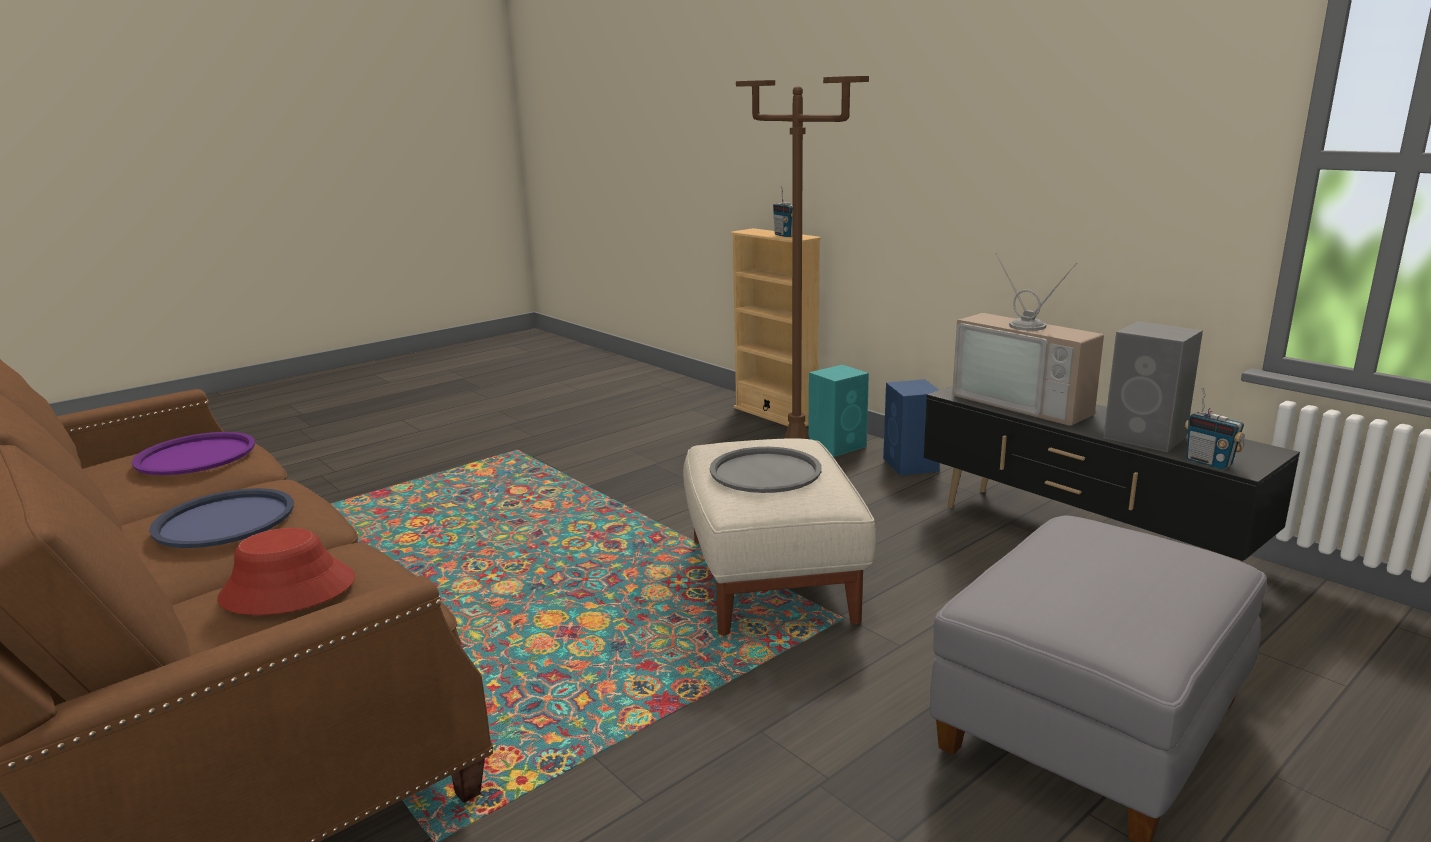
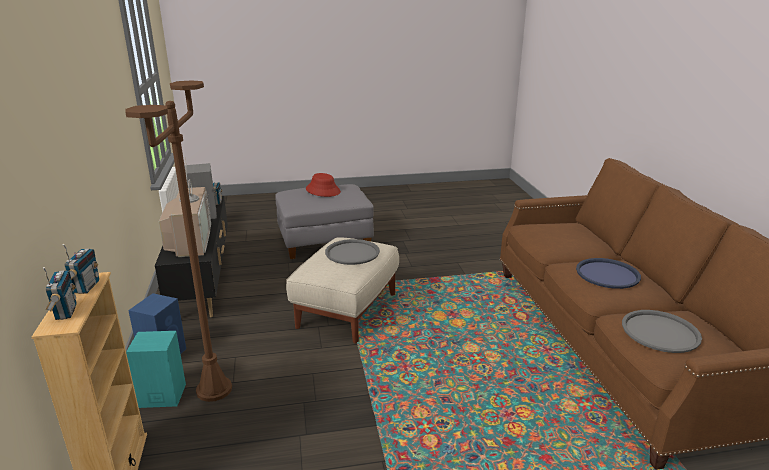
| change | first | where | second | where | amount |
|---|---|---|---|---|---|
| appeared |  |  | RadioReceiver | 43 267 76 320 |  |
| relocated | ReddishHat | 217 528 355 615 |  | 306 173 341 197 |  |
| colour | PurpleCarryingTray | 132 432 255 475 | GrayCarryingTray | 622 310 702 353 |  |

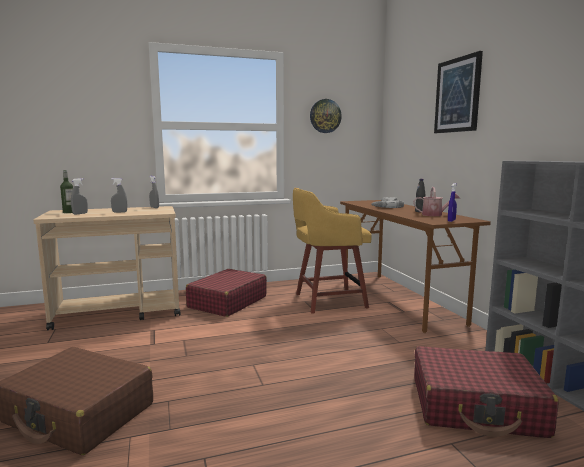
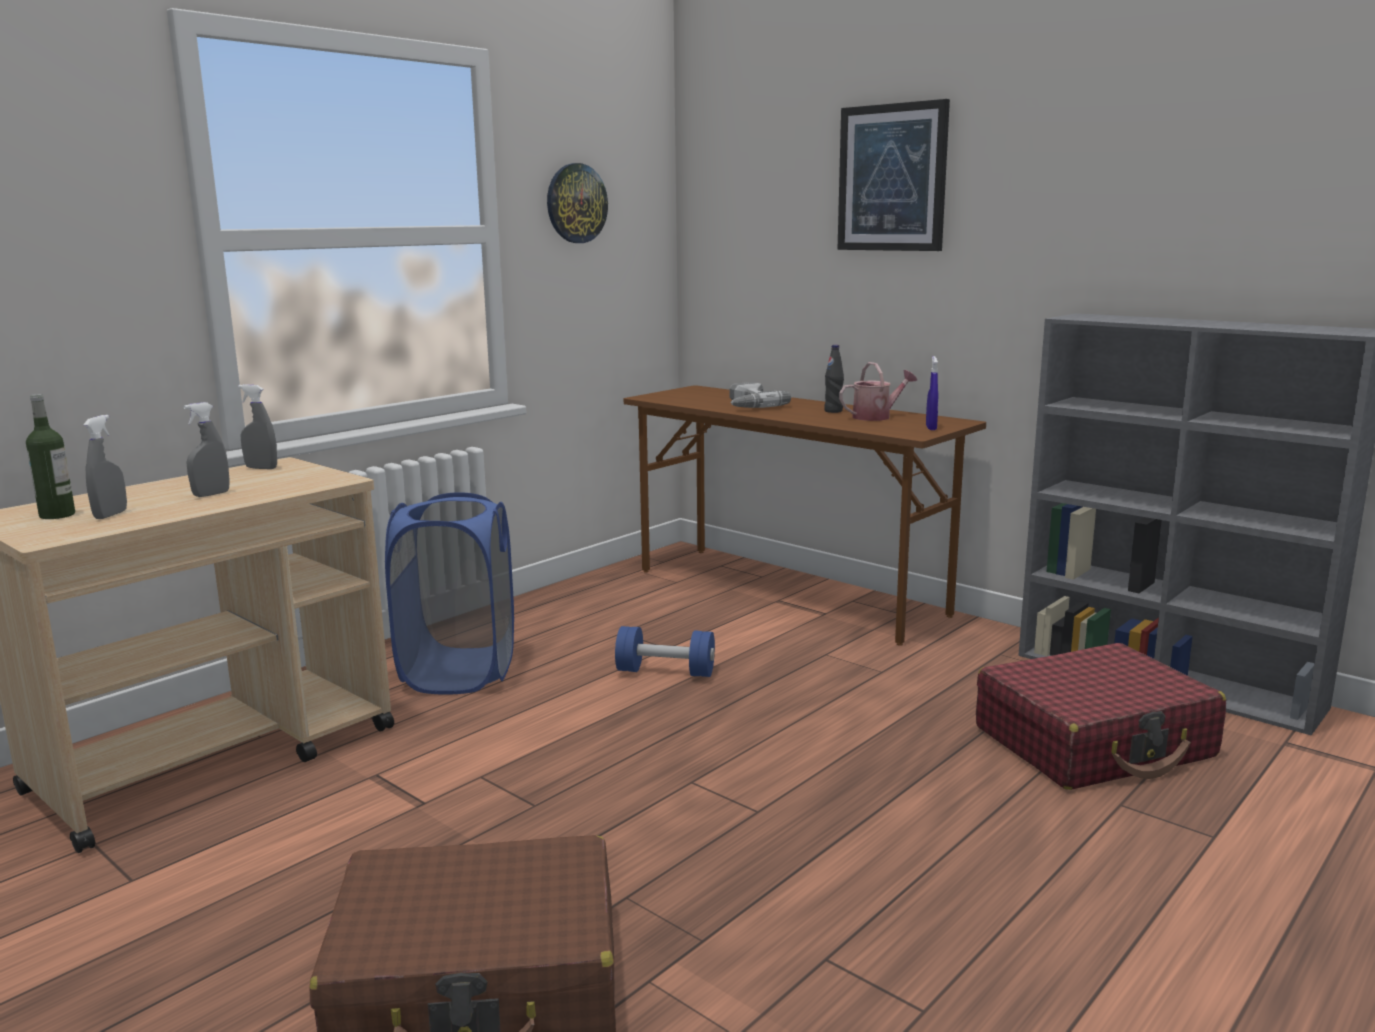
| change | first | where | second | where | amount |
|---|---|---|---|---|---|
| exchanged | ReddishPieceOfLuggage | 186 269 267 317 | BlueHamper | 385 492 514 695 |  |
| appeared |  |  | BlueDumbbell | 615 626 715 677 |  |
| missing | YellowStool | 293 188 372 314 |  |  |  |

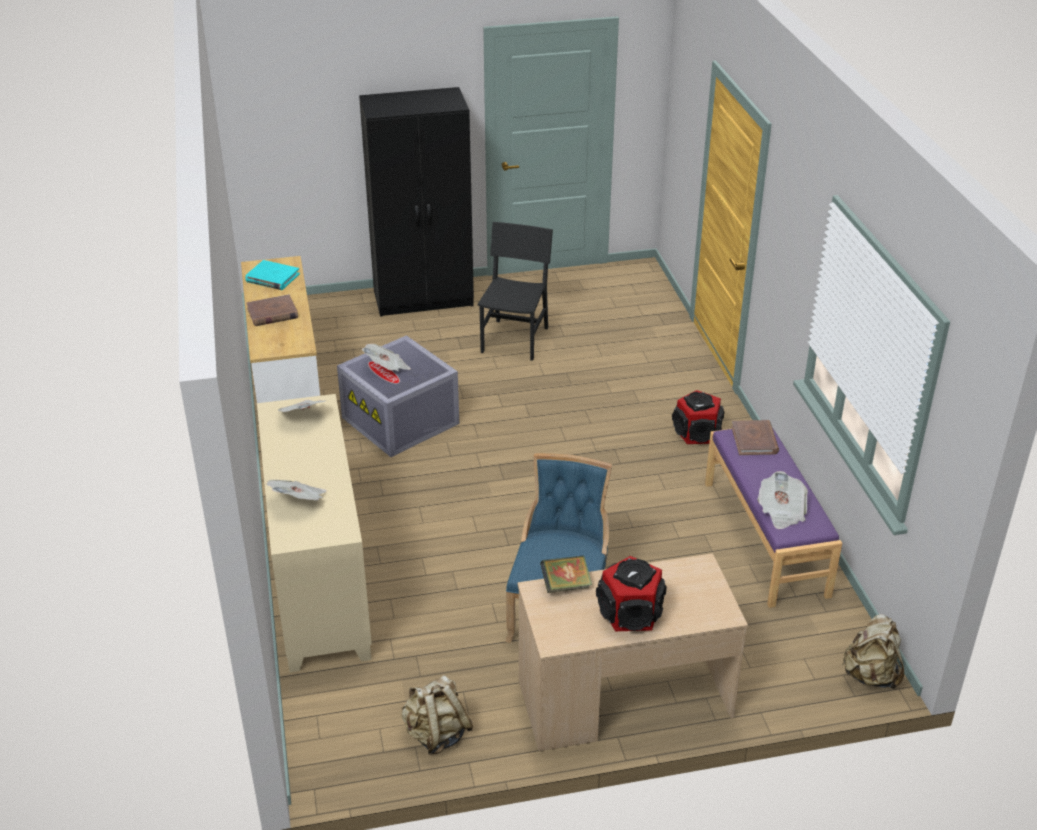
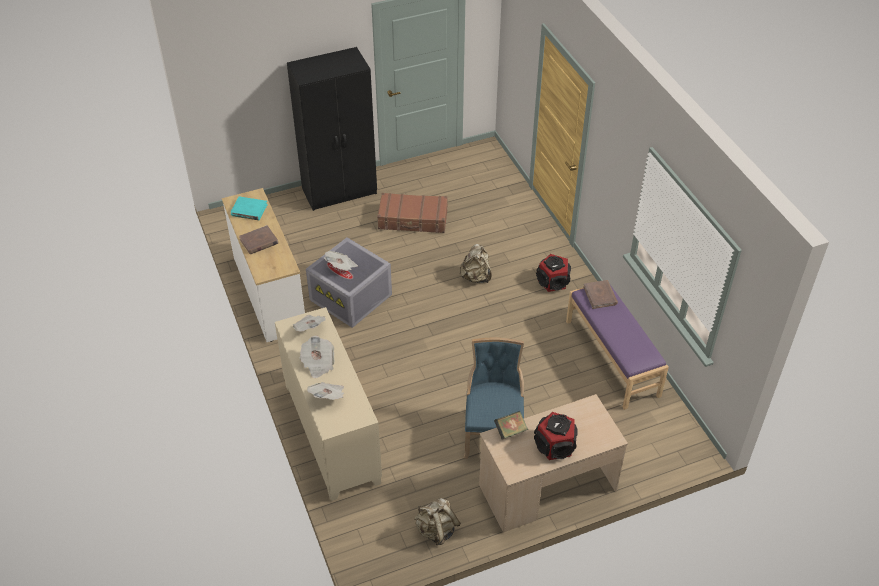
| change | first | where | second | where | amount |
|---|---|---|---|---|---|
| relocated | PrintedPaper | 757 471 808 529 |  | 300 336 335 378 |  |
| exchanged | BlackishUprightChair | 478 222 553 361 | BrownishPieceOfLuggage | 377 193 448 233 |  |
| relocated | BeigeColouredRucksack | 841 614 904 689 |  | 460 244 492 283 |  |

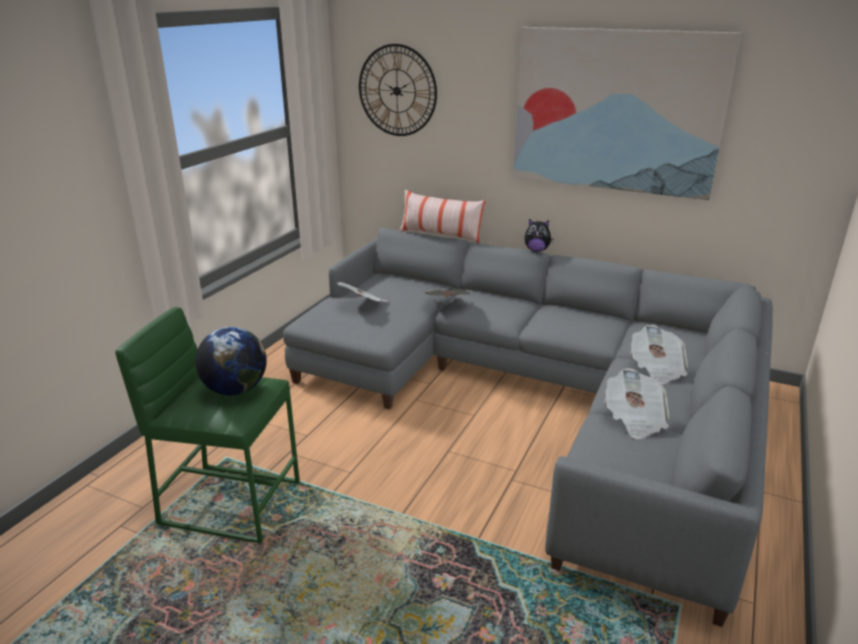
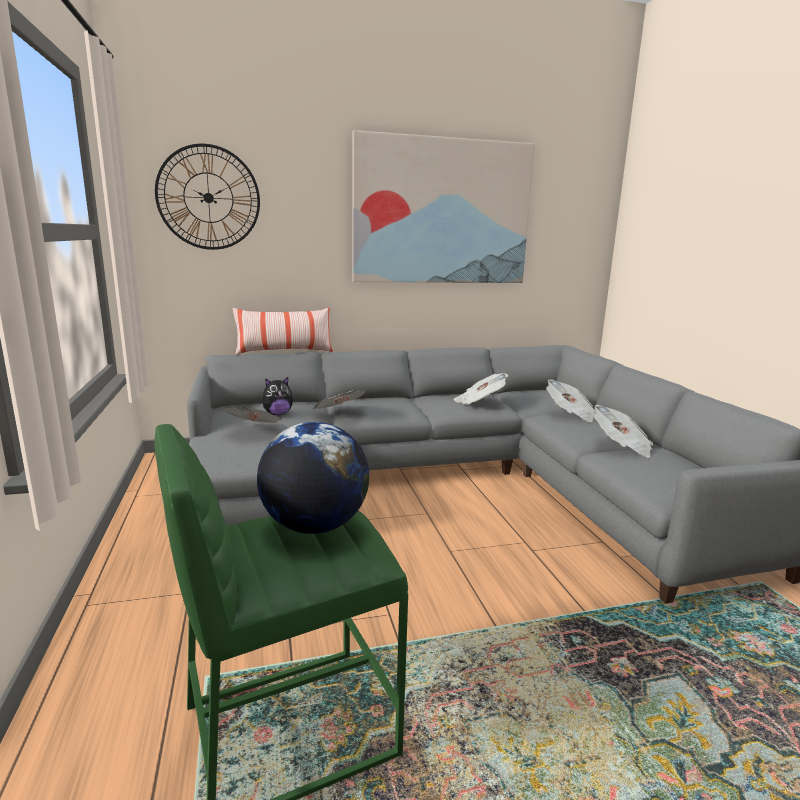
| change | first | where | second | where | amount |
|---|---|---|---|---|---|
| relocated | CuddlyToy | 524 219 554 252 |  | 262 377 293 415 |  |
| appeared |  |  | PrintedPaper | 454 373 508 405 |  |

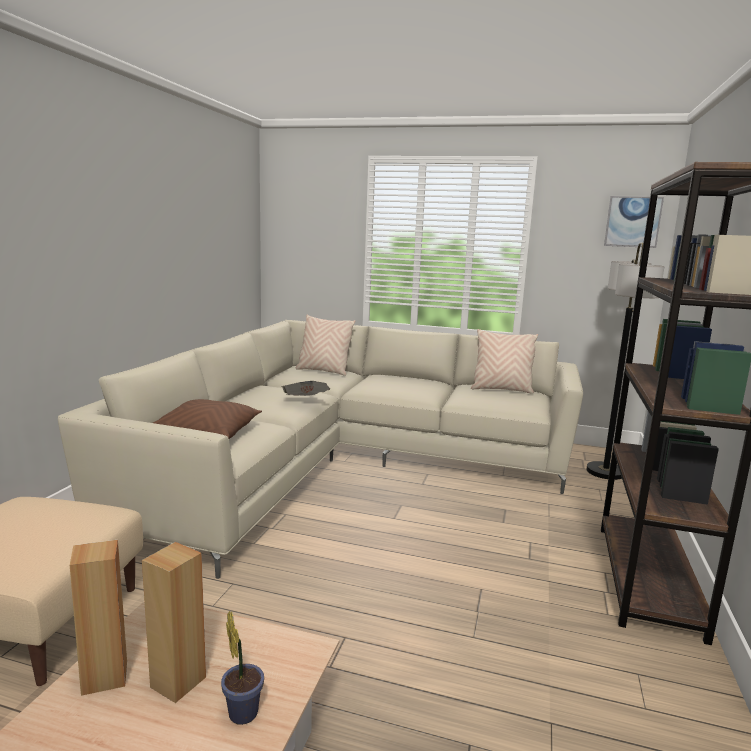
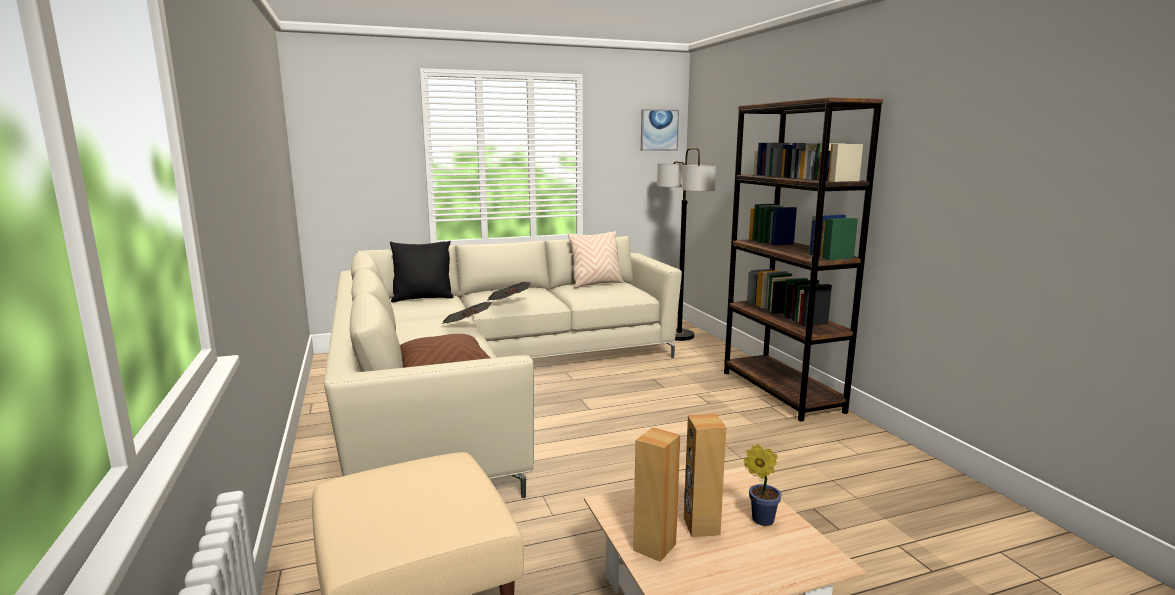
| change | first | where | second | where | amount |
|---|---|---|---|---|---|
| colour | BeigeColouredPillow | 296 315 355 376 | BlackishPillow | 390 241 454 302 |  |
| appeared |  |  | PrintedPaper | 488 282 531 301 |  |

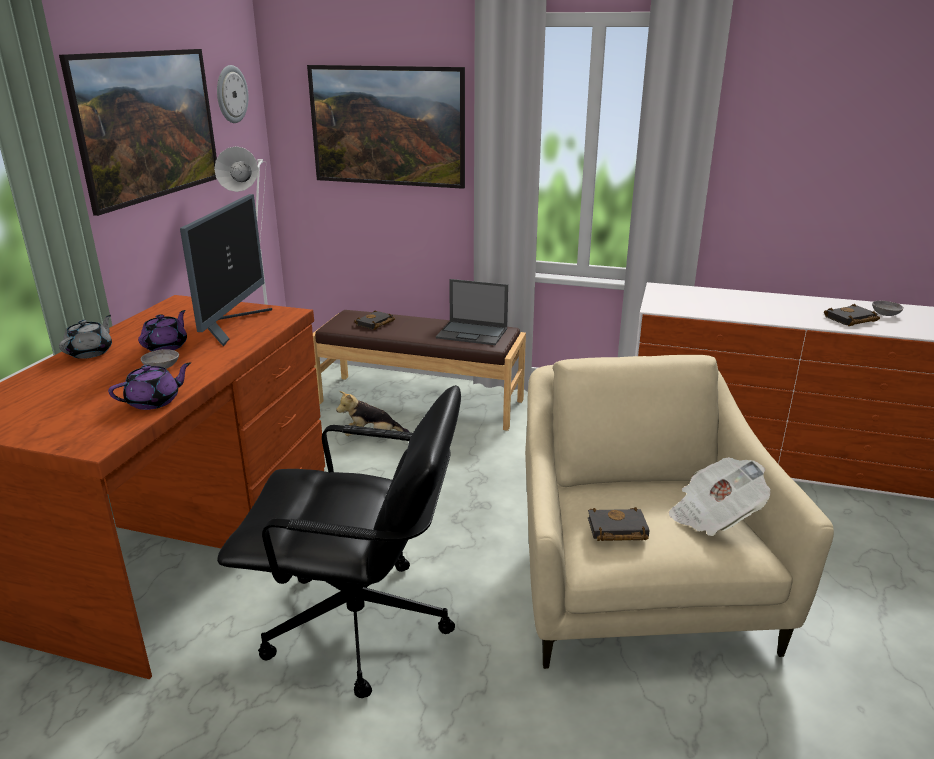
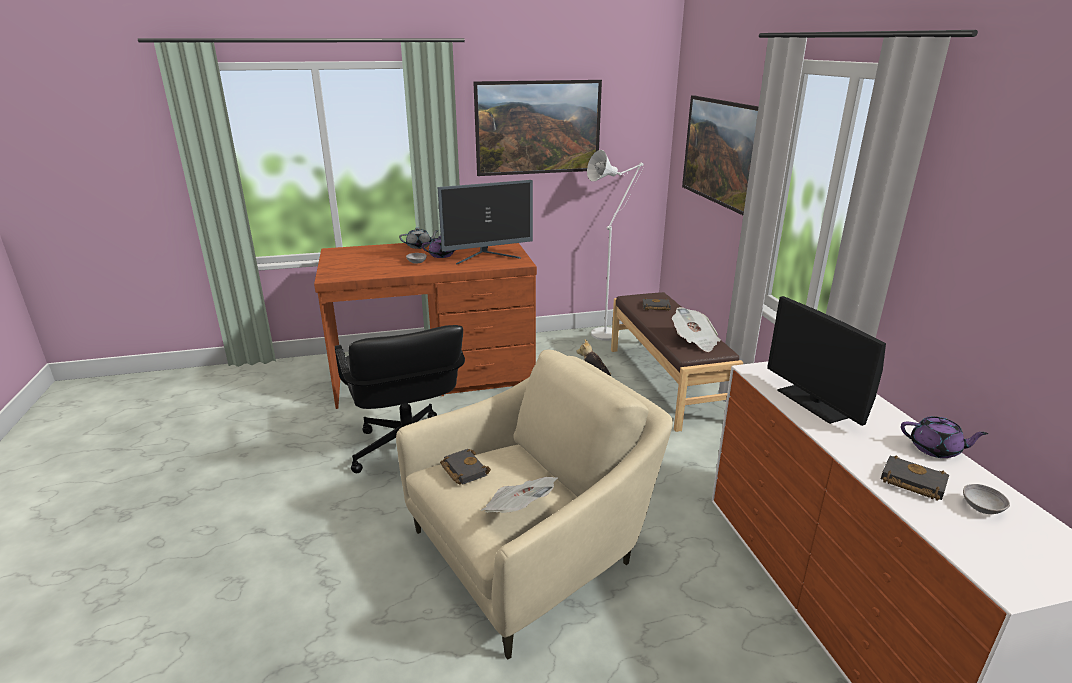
| change | first | where | second | where | amount |
|---|---|---|---|---|---|
| exchanged | PortableComputer | 436 279 508 345 | PrintedPaper | 672 307 721 352 |  |
| appeared |  |  | ComputerScreen | 767 296 886 426 |  |
| relocated | PurpleTeaPot | 108 362 191 410 |  | 901 416 988 458 |  |
| missing | ClockOnTheWall | 217 65 249 123 |  |  |  |

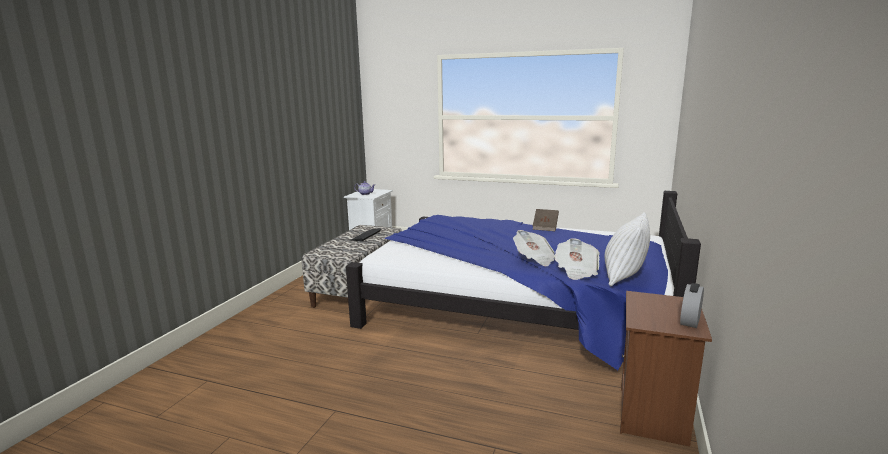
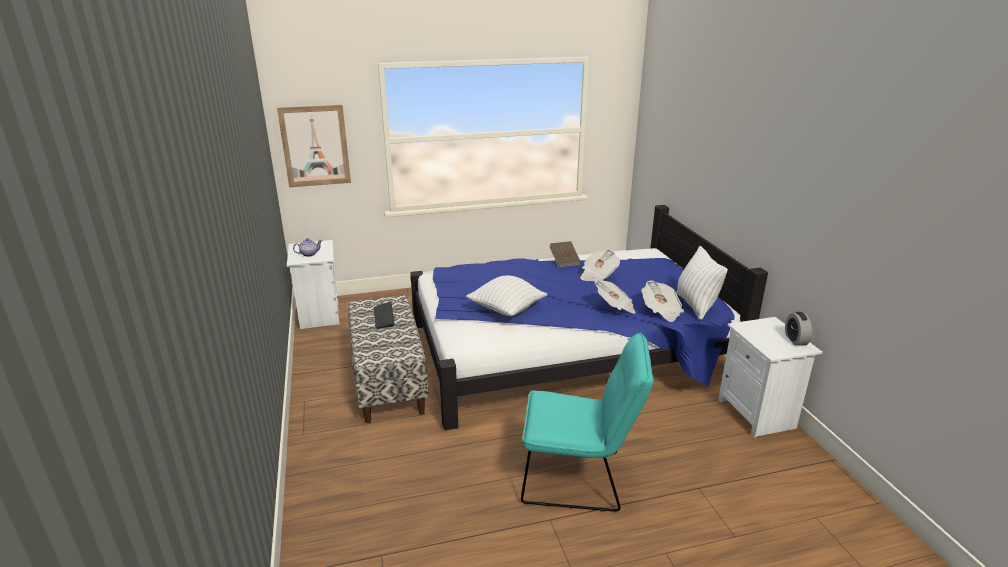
| change | first | where | second | where | amount |
|---|---|---|---|---|---|
| appeared |  |  | Picture | 277 105 351 187 |  |
| appeared |  |  | WhitishPillow | 466 276 548 316 |  |
| appeared |  |  | TurquoiseUprightChair | 521 332 653 512 |  |
| appeared |  |  | PrintedPaper | 580 249 620 281 |  |
| colour | BrownishBedsideTable | 620 291 712 447 | WhitishBedsideTable | 718 317 823 438 |  |

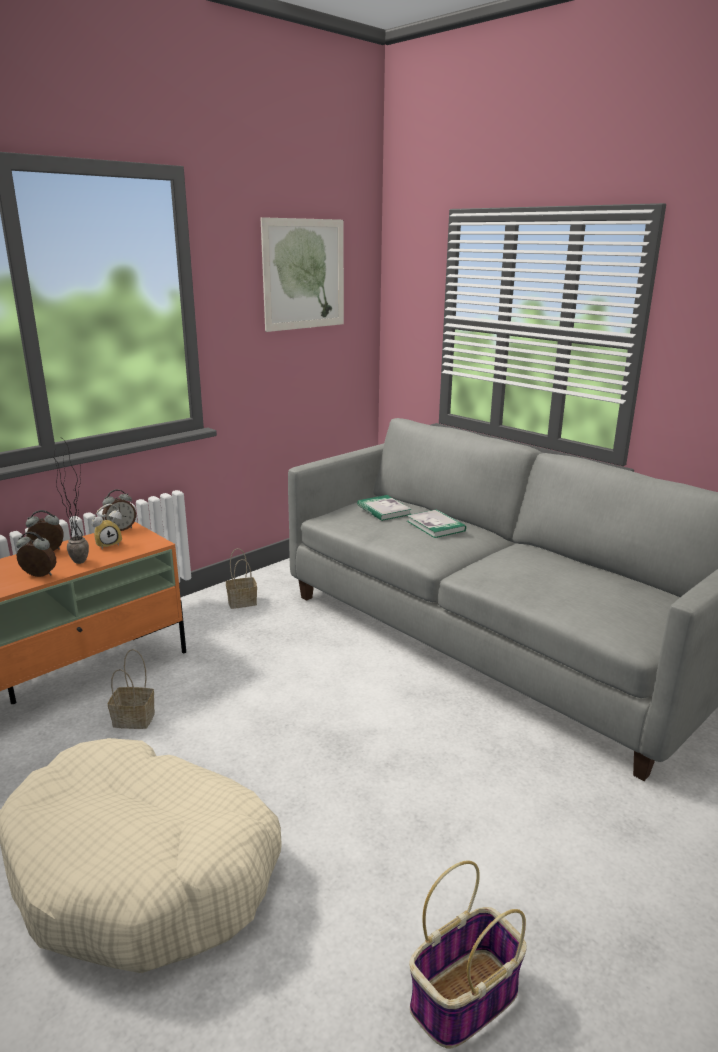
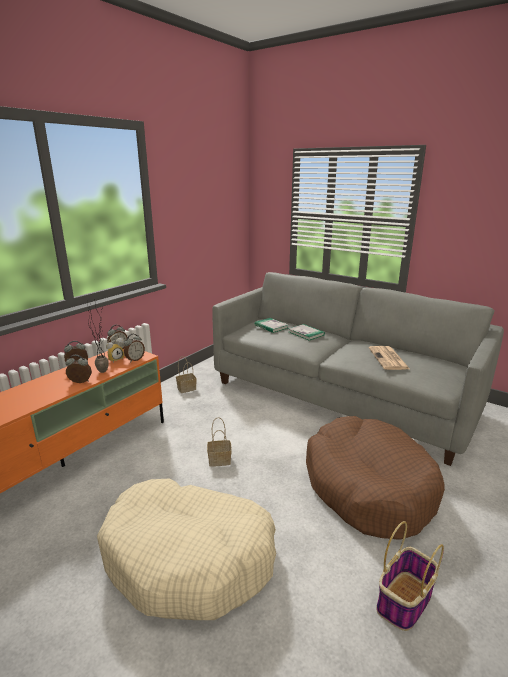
| change | first | where | second | where | amount |
|---|---|---|---|---|---|
| appeared |  |  | AlarmClock | 124 334 145 362 |  |
| relocated | Basket | 108 649 155 729 |  | 207 417 232 467 |  |
| appeared |  |  | BrownishDogBed | 306 416 445 540 |  |
| appeared |  |  | PrintedPaper | 369 346 410 370 |  |
| missing | Picture | 261 217 344 332 |  |  |  |

